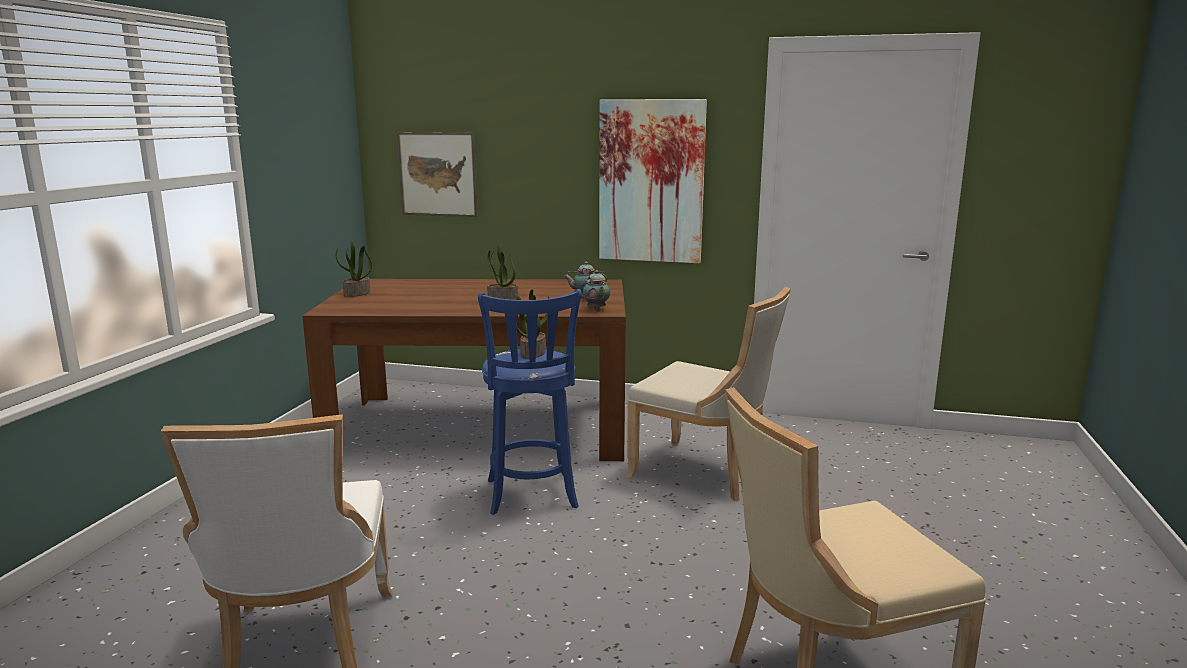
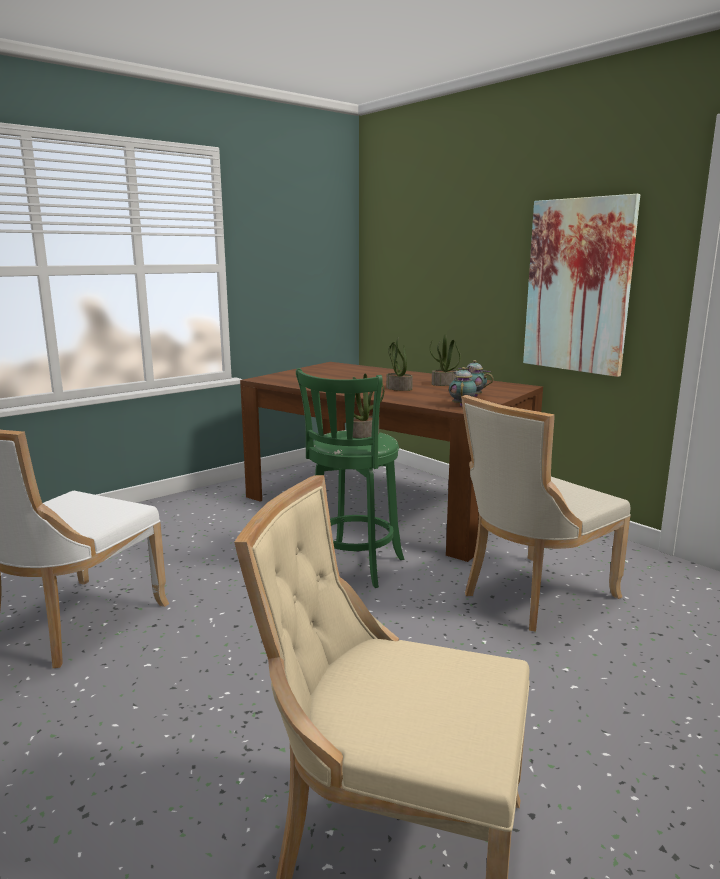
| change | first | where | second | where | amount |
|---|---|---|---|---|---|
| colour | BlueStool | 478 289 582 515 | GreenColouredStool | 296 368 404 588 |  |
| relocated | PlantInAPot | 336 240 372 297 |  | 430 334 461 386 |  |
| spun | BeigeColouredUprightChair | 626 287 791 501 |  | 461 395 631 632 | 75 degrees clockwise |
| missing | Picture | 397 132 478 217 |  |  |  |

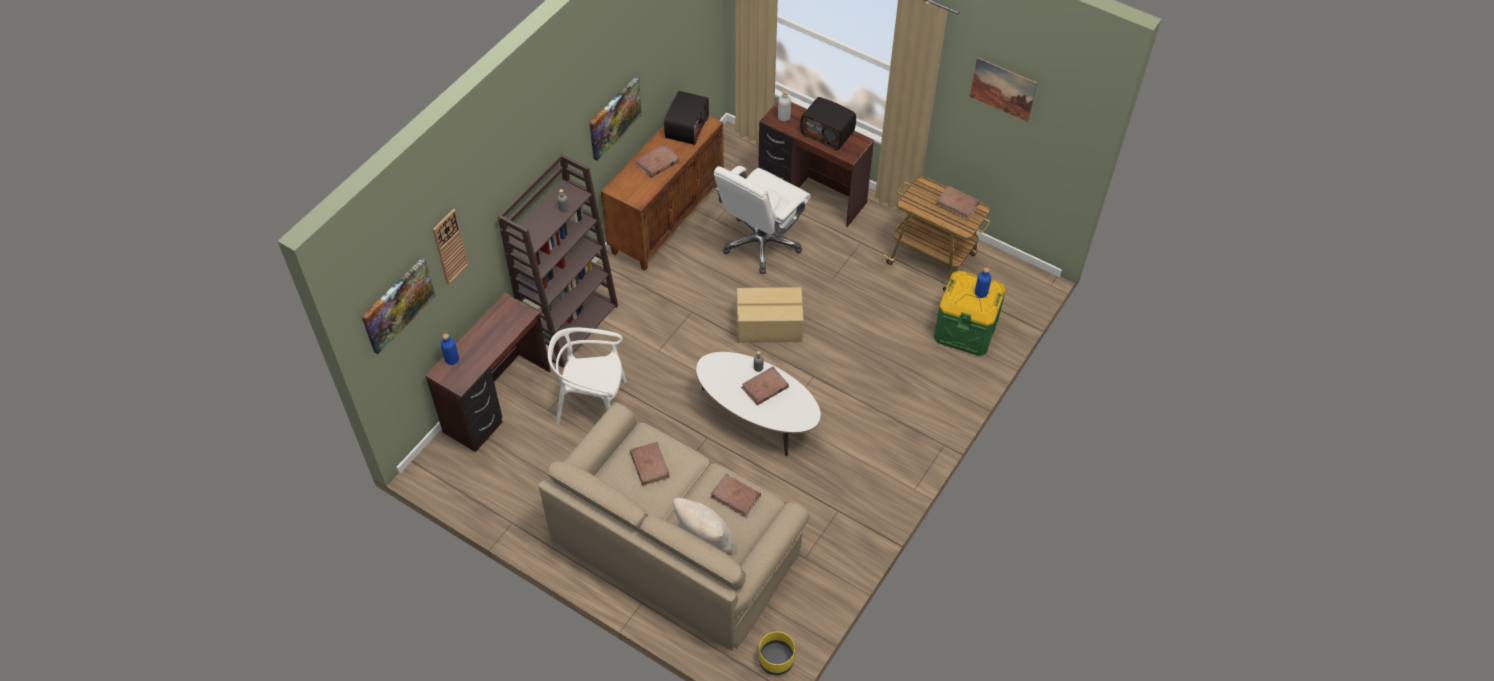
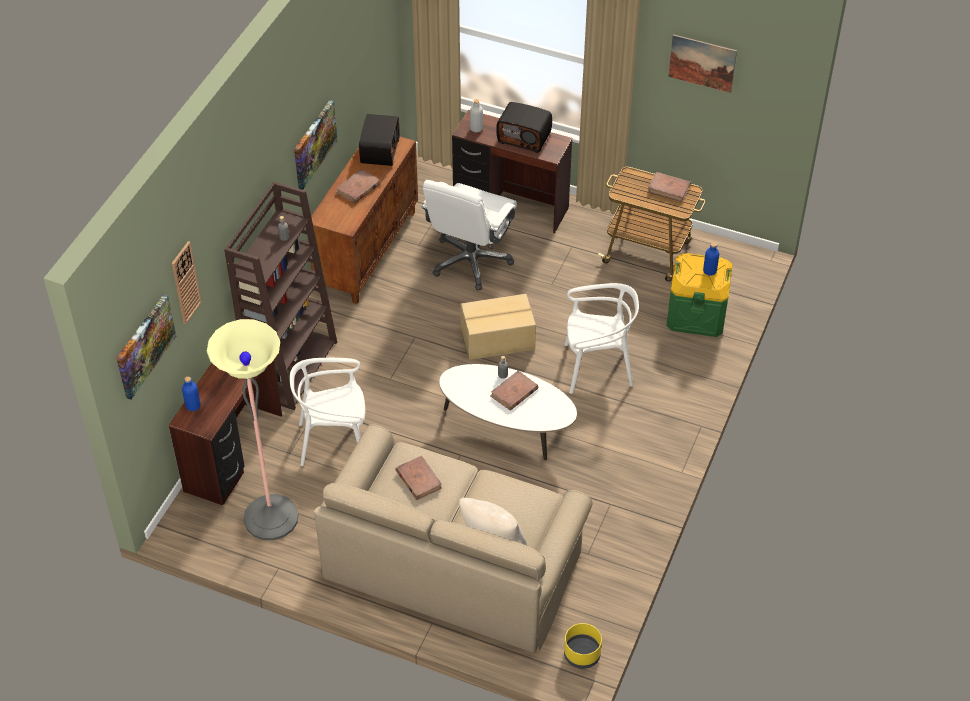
| change | first | where | second | where | amount |
|---|---|---|---|---|---|
| appeared |  |  | StandardLamp | 207 319 299 540 |  |
| appeared |  |  | WhitishUprightChair | 565 283 639 394 |  |
| missing | BrownishBook | 711 474 761 518 |  |  |  |

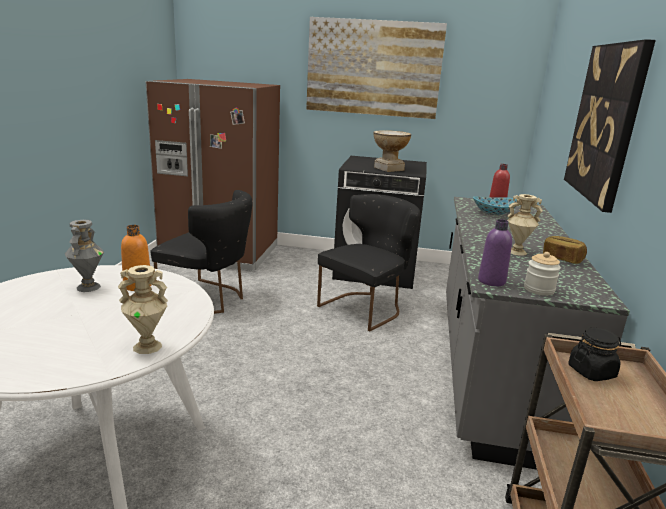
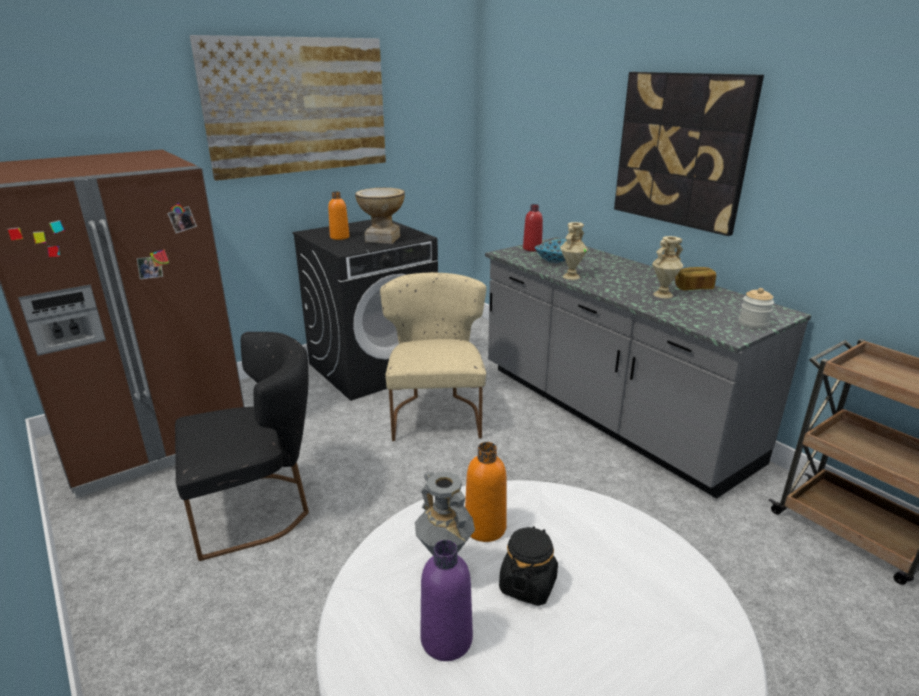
| change | first | where | second | where | amount |
|---|---|---|---|---|---|
| appeared |  |  | OrangeyBeverageBottle | 328 192 349 240 |  |
| colour | BlackishUprightChair | 317 194 420 332 | BeigeColouredUprightChair | 380 272 486 441 |  |
| relocated | PurpleBeverageBottle | 478 219 512 286 |  | 420 540 473 661 |  |
| relocated | BlackishPreserveJar | 569 328 621 381 |  | 499 526 558 606 |  |
| relocated | BeigeColouredDecorativeVase | 118 265 168 354 |  | 560 222 588 280 |  |

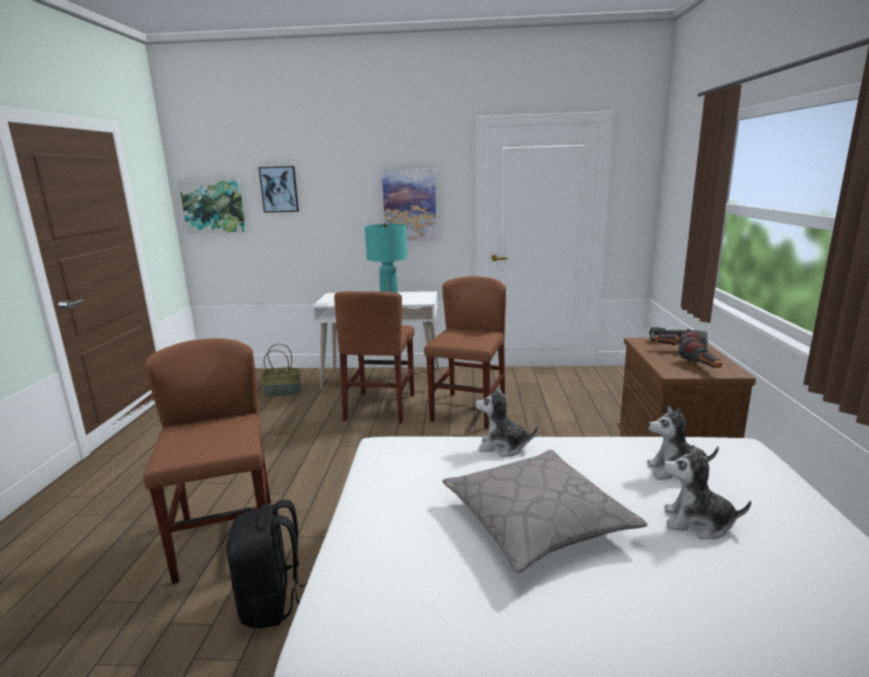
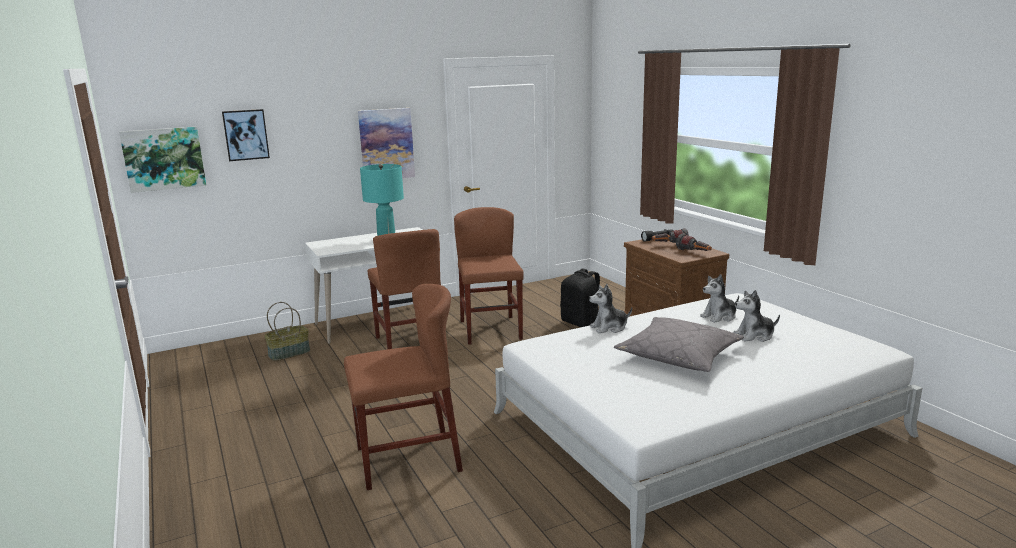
| change | first | where | second | where | amount |
|---|---|---|---|---|---|
| spun | BrownishUprightChair | 143 338 271 584 |  | 344 284 463 490 | 120 degrees clockwise |
| relocated | BlackishRucksack | 227 500 307 628 |  | 560 268 600 327 |  |

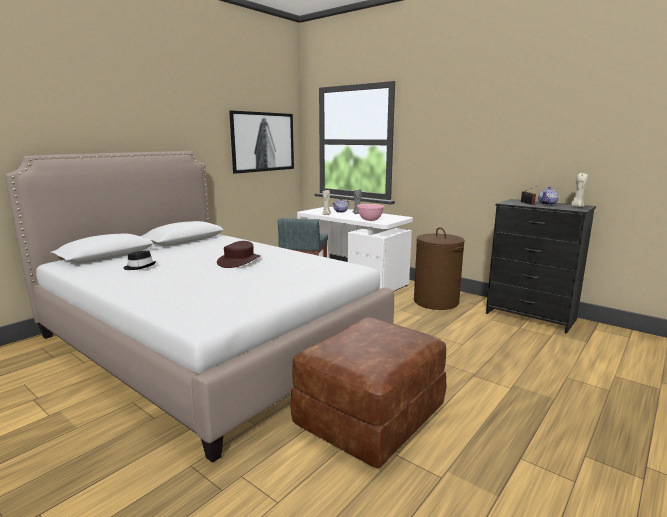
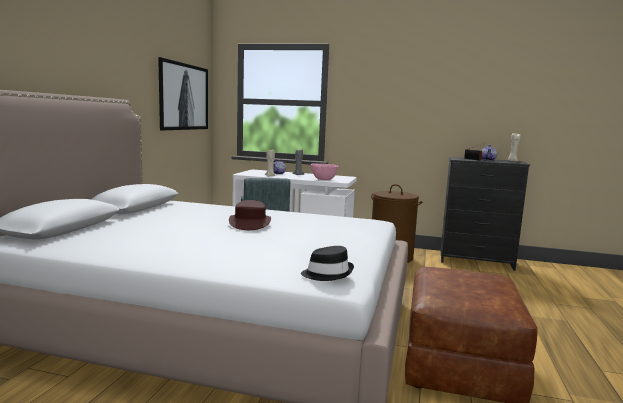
| change | first | where | second | where | amount |
|---|---|---|---|---|---|
| relocated | BlackishHat | 124 250 156 270 |  | 301 246 354 281 |  |

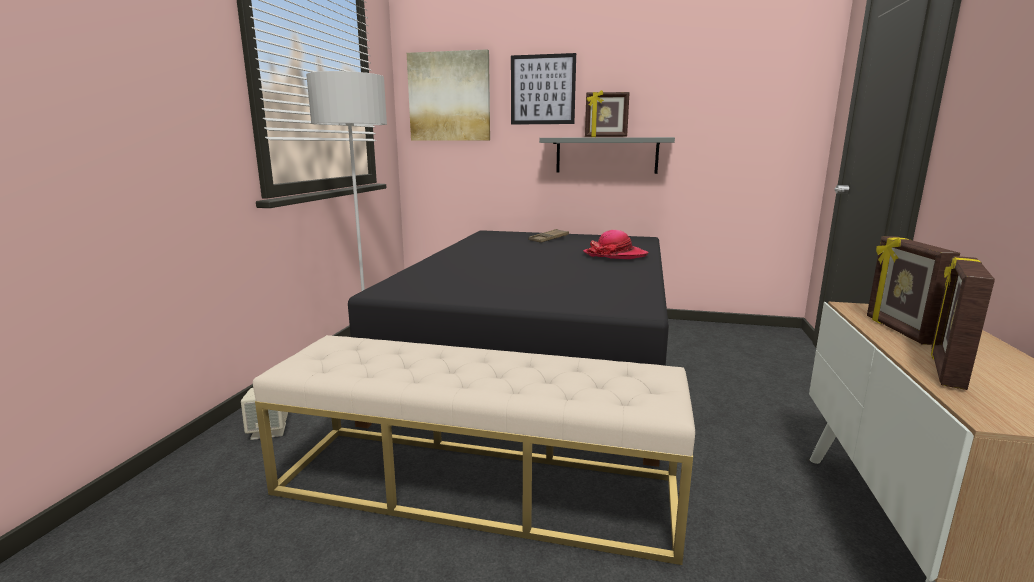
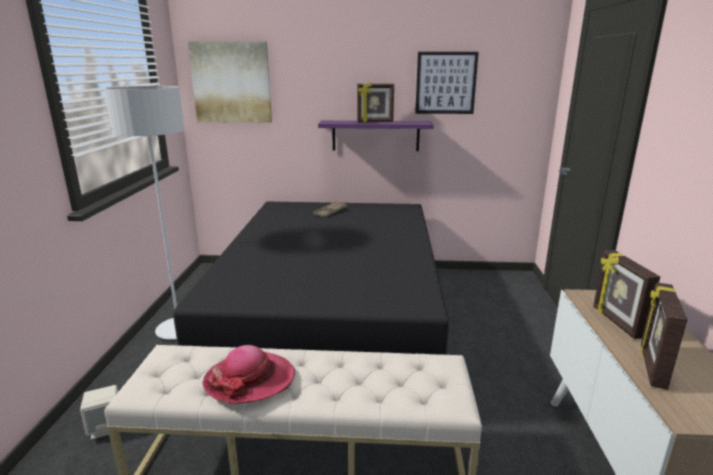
| change | first | where | second | where | amount |
|---|---|---|---|---|---|
| relocated | Hat | 583 230 649 259 |  | 203 345 295 405 |  |
| colour | GrayWallShelf | 539 137 675 174 | PurpleWallShelf | 318 121 434 151 |  |
| relocated | Picture | 511 53 576 125 |  | 415 52 479 114 |  |

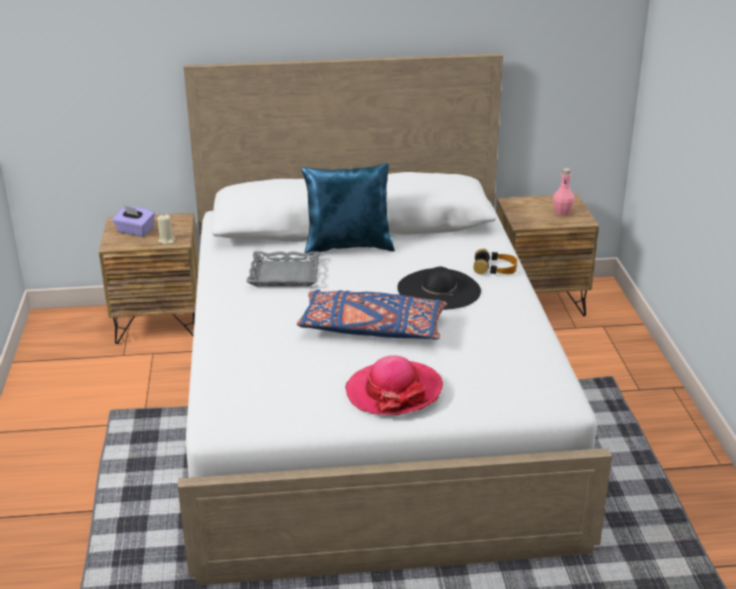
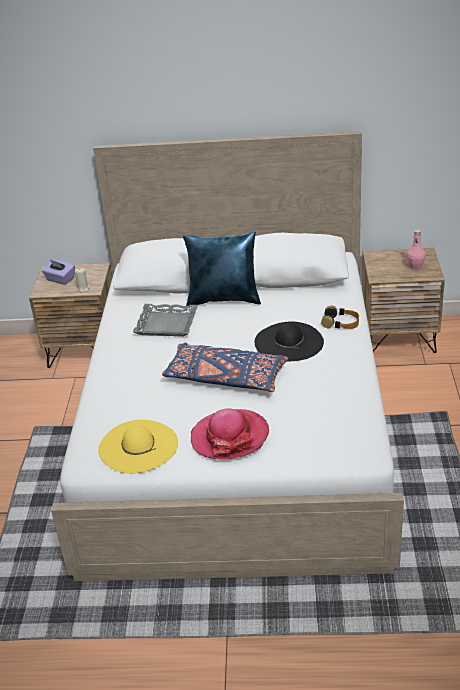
| change | first | where | second | where | amount |
|---|---|---|---|---|---|
| appeared |  |  | YellowHat | 98 420 178 474 |  |

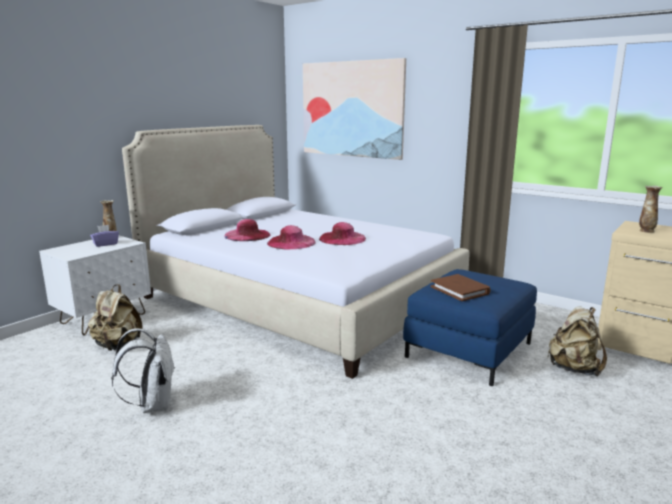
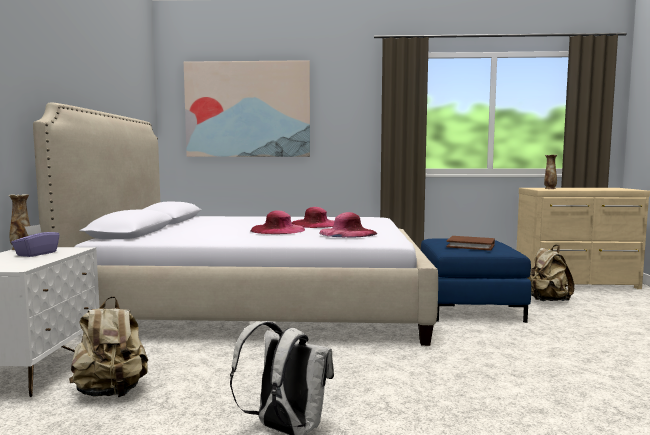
| change | first | where | second | where | amount |
|---|---|---|---|---|---|
| relocated | PinkColouredHat | 224 219 270 241 |  | 319 212 377 237 |  |

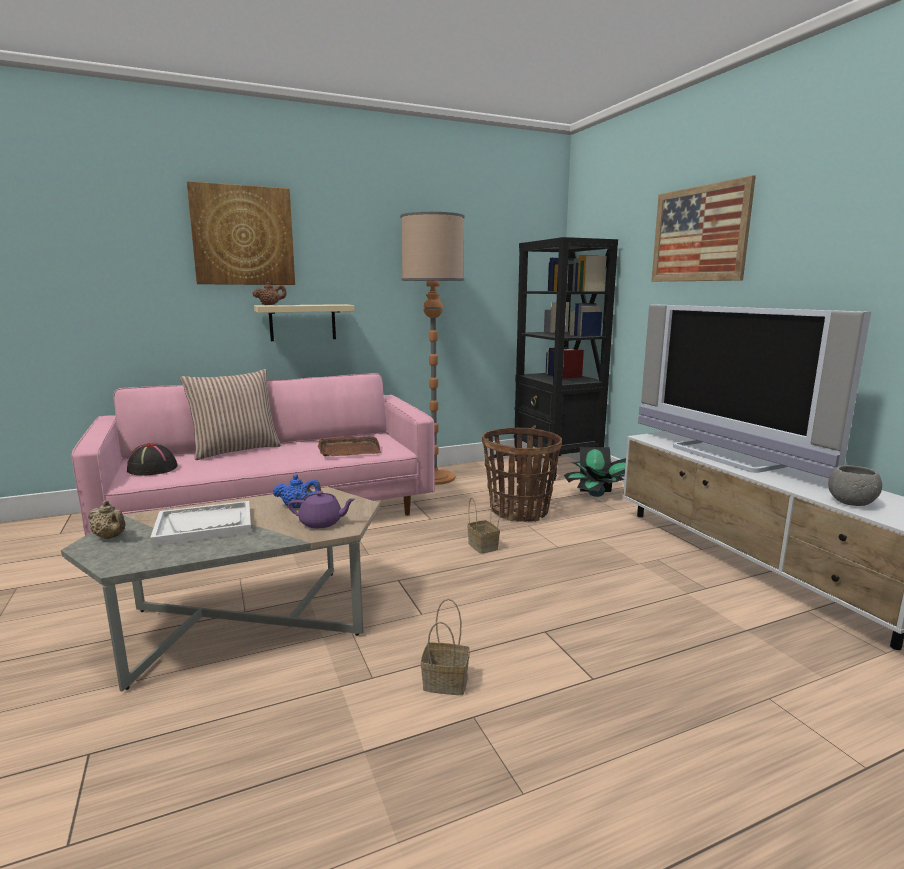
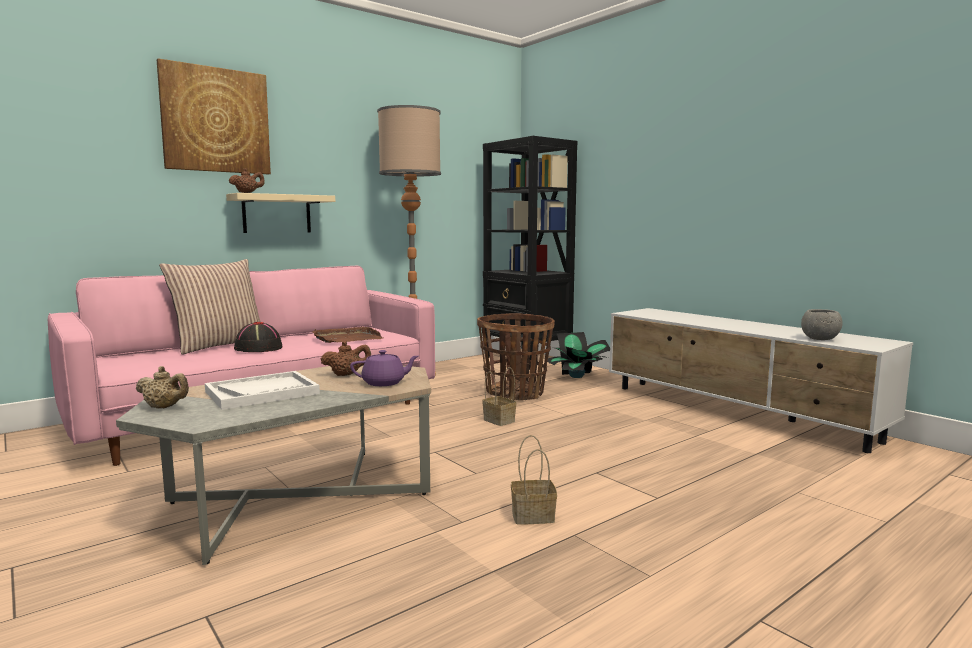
| change | first | where | second | where | amount |
|---|---|---|---|---|---|
| relocated | BlackishHat | 127 443 178 476 |  | 234 322 282 352 |  |
| colour | BlueTeaPot | 273 474 321 508 | BrownishTeaPot | 321 341 371 376 |  |
| missing | Television | 638 305 871 478 |  |  |  |
| missing | Picture | 651 175 756 282 |  |  |  |

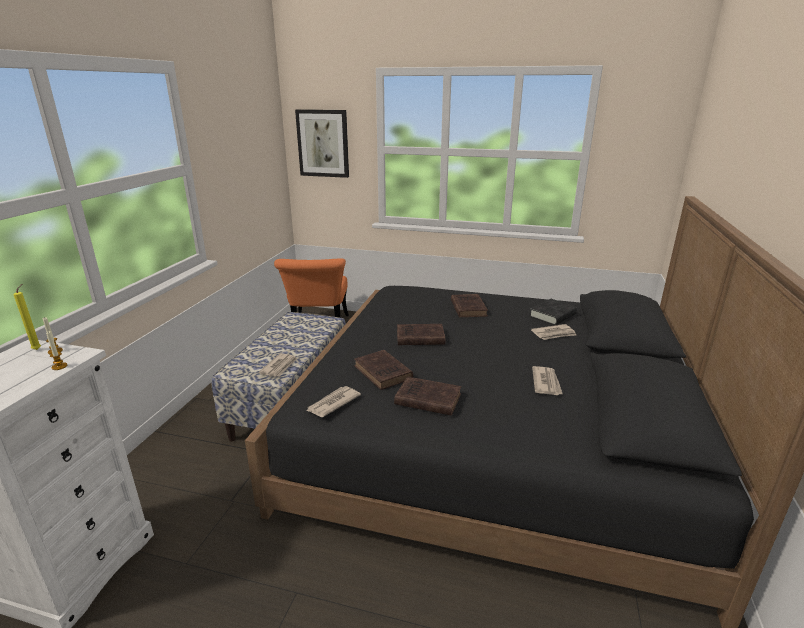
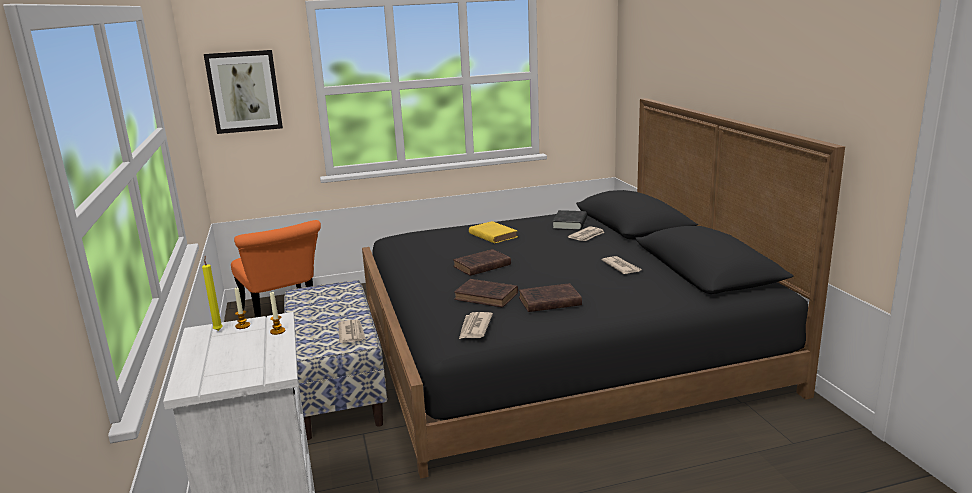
| change | first | where | second | where | amount |
|---|---|---|---|---|---|
| colour | BrownishBook | 451 294 488 317 | YellowBook | 469 221 518 244 |  |

